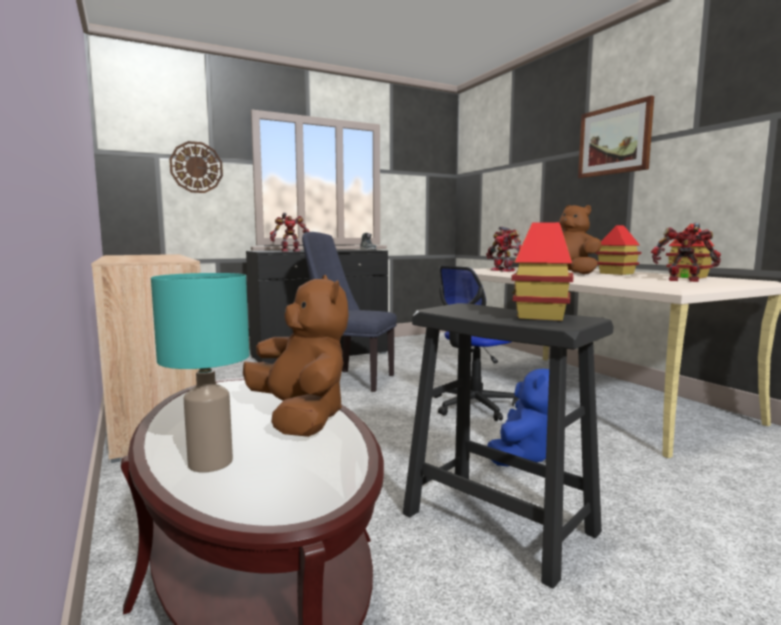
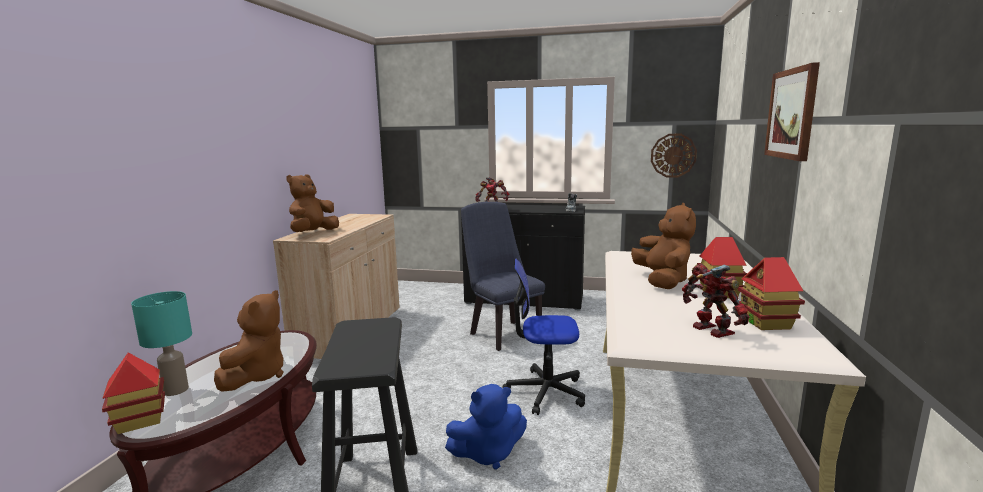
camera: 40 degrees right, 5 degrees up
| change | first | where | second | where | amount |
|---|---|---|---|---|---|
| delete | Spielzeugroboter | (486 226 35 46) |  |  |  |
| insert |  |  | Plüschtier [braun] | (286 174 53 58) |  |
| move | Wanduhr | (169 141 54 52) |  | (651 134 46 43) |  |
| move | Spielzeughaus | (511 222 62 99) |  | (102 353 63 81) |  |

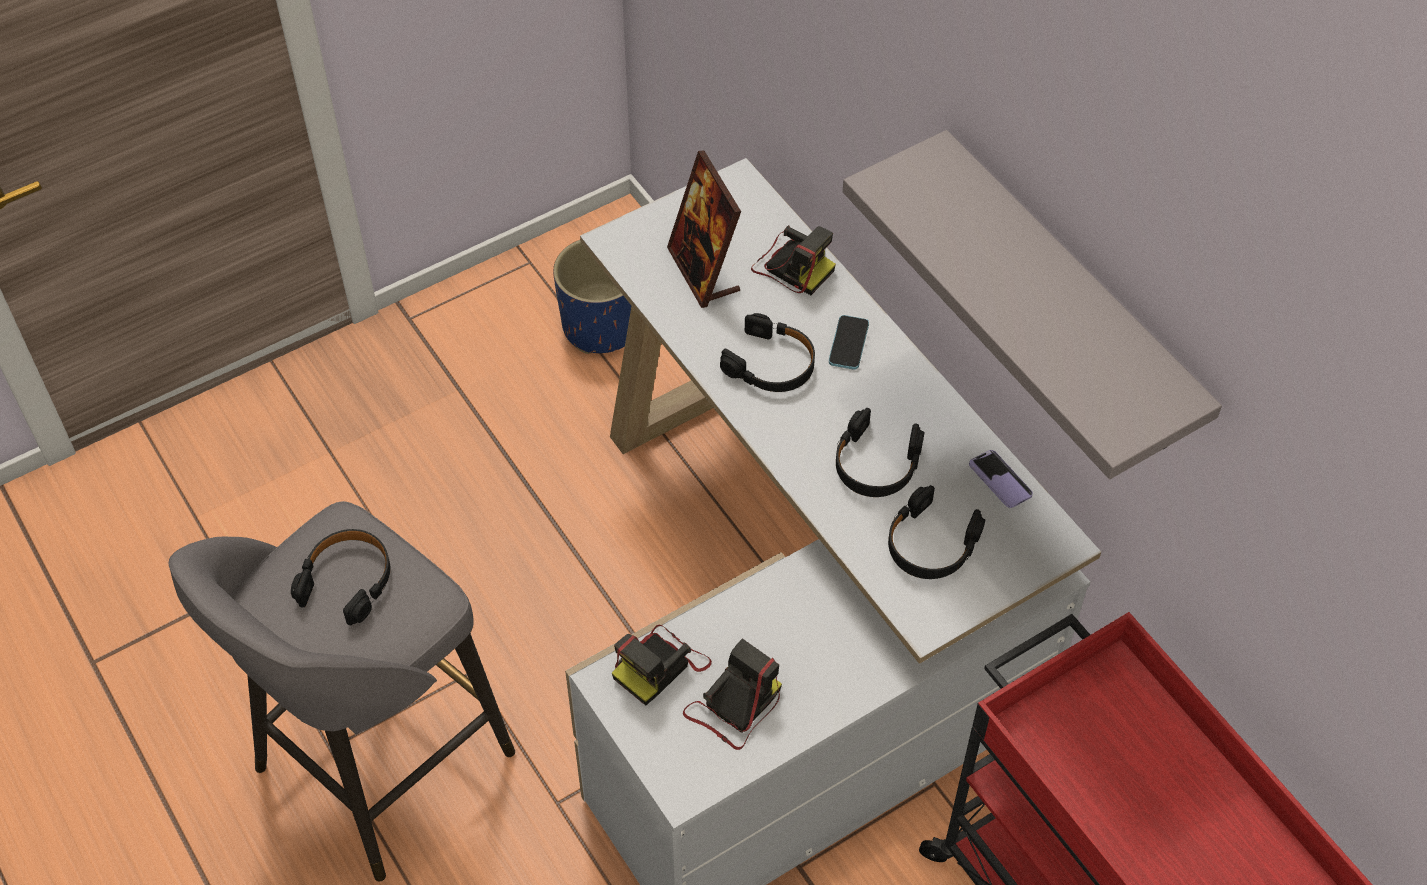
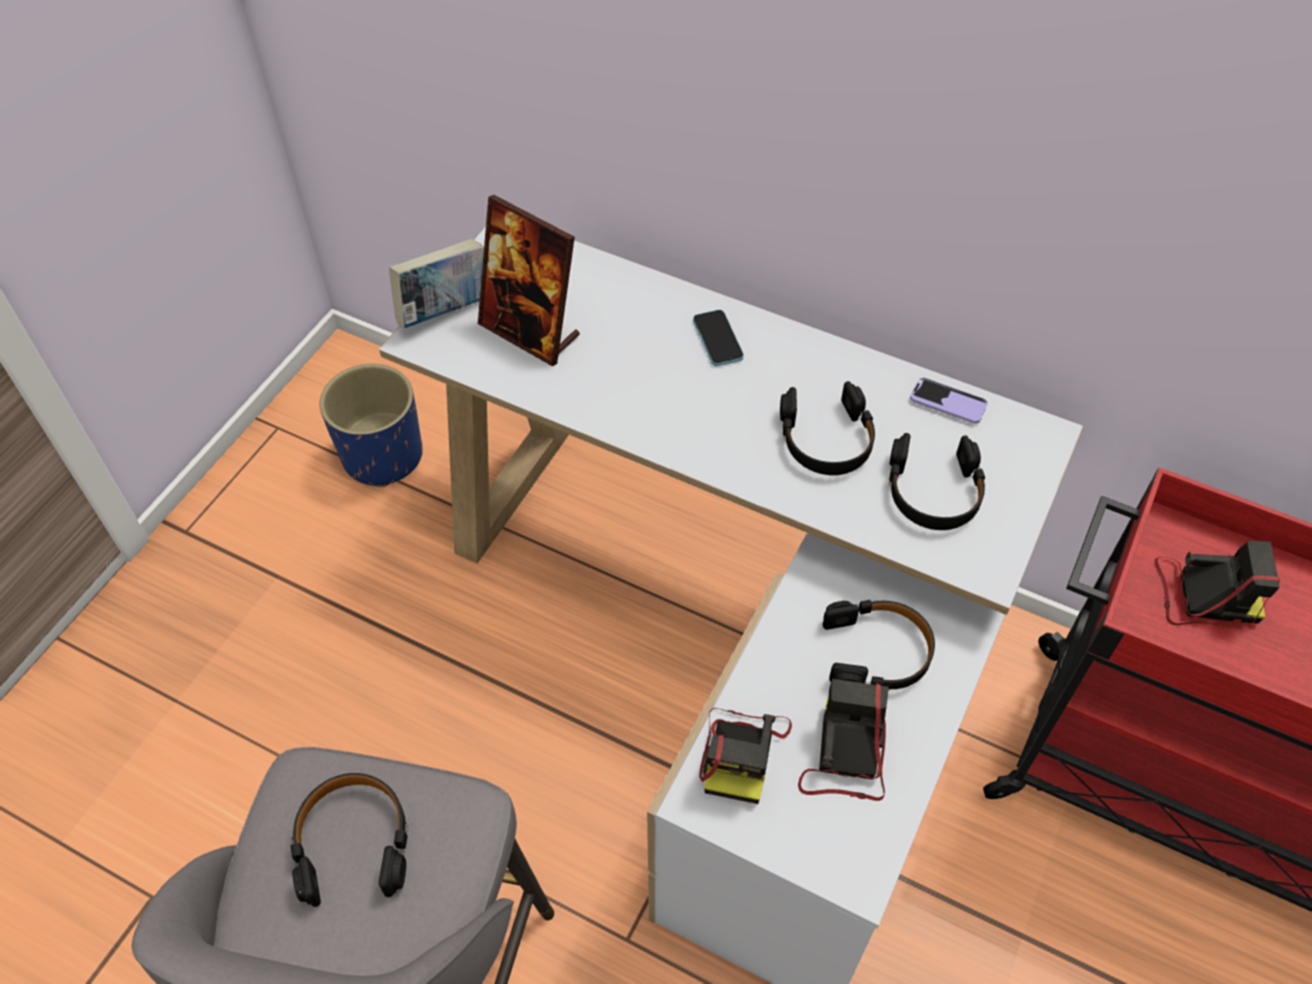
camera: 30 degrees left, 0 degrees up
| change | first | where | second | where | amount |
|---|---|---|---|---|---|
| delete | Wandregal [grau] | (843 130 379 349) |  |  |  |
| insert |  |  | Buch | (389 239 95 89) |  |
| move | Kopfhörer [schwarz] | (720 313 95 79) |  | (823 600 112 91) |  |
| move | Kamera | (751 225 85 70) |  | (1155 541 125 87) |  |

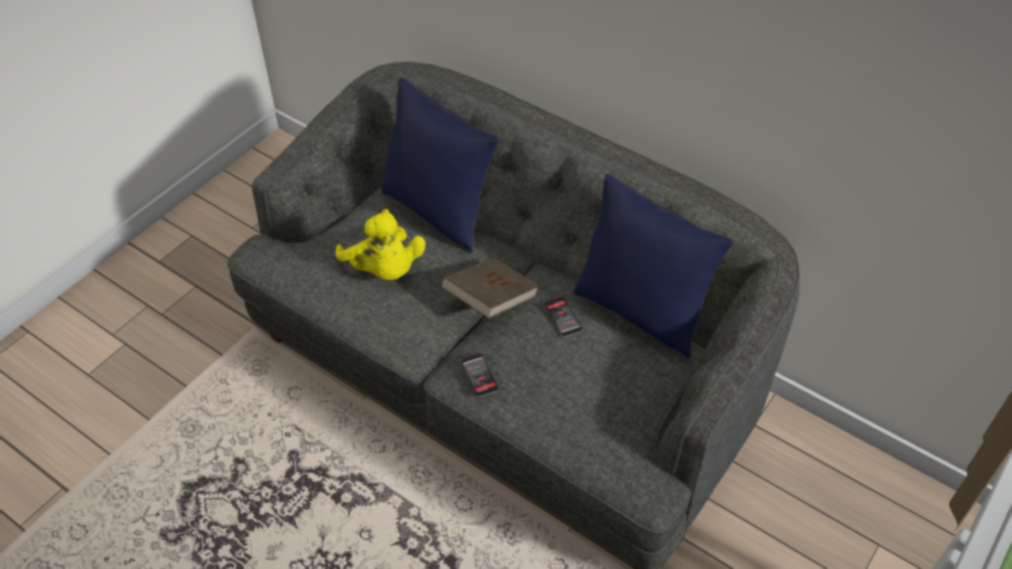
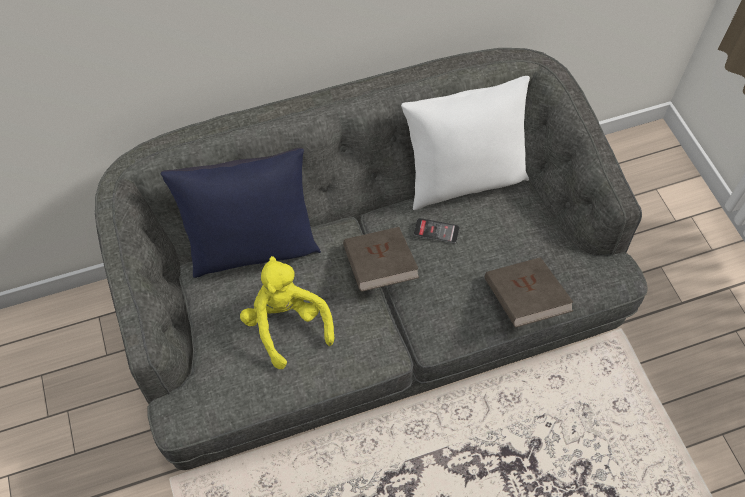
camera: 55 degrees left, 10 degrees up
| change | first | where | second | where | amount |
|---|---|---|---|---|---|
| delete | Handy | (460 353 39 44) |  |  |  |
| insert |  |  | Buch [braun] | (485 257 88 70) |  |
| recolor | Kissen [blau] | (573 174 161 185) | Kissen [weiß] | (401 76 129 134) |  |
| rotate | Plüschtier [gelb] | (335 209 91 71) |  | (240 256 94 113) | 120 degrees counterclockwise |

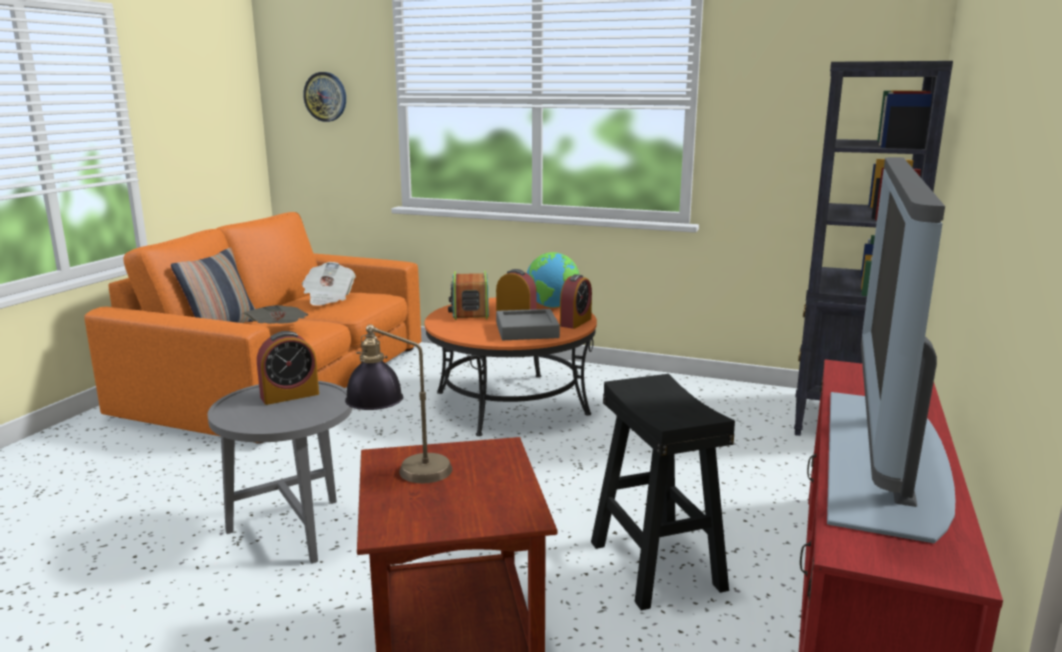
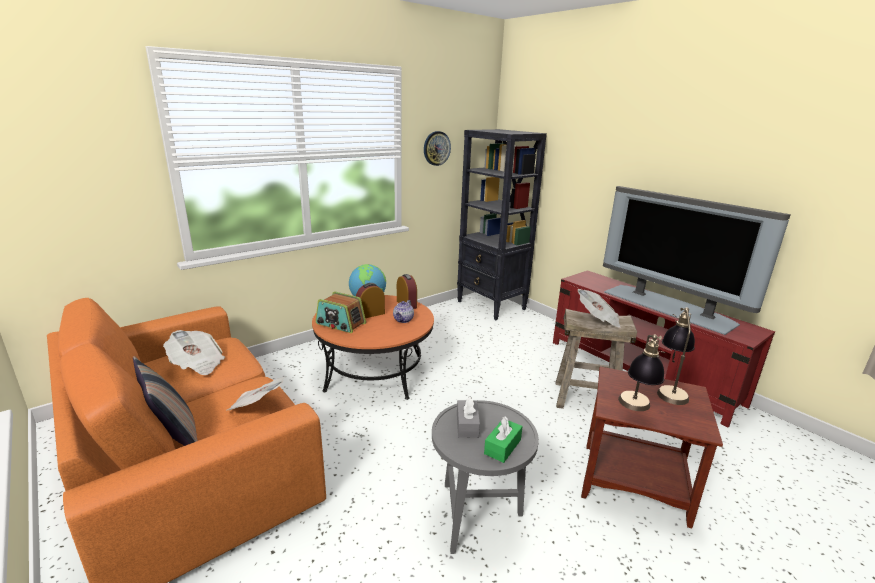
camera: 60 degrees left, 5 degrees up
| change | first | where | second | where | amount |
|---|---|---|---|---|---|
| insert |  |  | Taschentuchbox [grün] | (484 416 39 47) |  |
| insert |  |  | Zeitung | (577 289 43 39) |  |
| insert |  |  | Tischlampe | (657 307 38 98) |  |
| move | Wanduhr | (303 72 43 50) |  | (424 131 27 35) |  |
| replace | Wecker | (257 331 62 74) | Taschentuchbox [grau] | (457 396 23 42) |  |
| replace | Tablett [grau] | (496 309 64 31) | Teekanne | (393 300 21 23) |  |
| recolor | Hocker [schwarz] | (591 374 144 236) | Hocker [beige] | (556 309 81 100) |  |

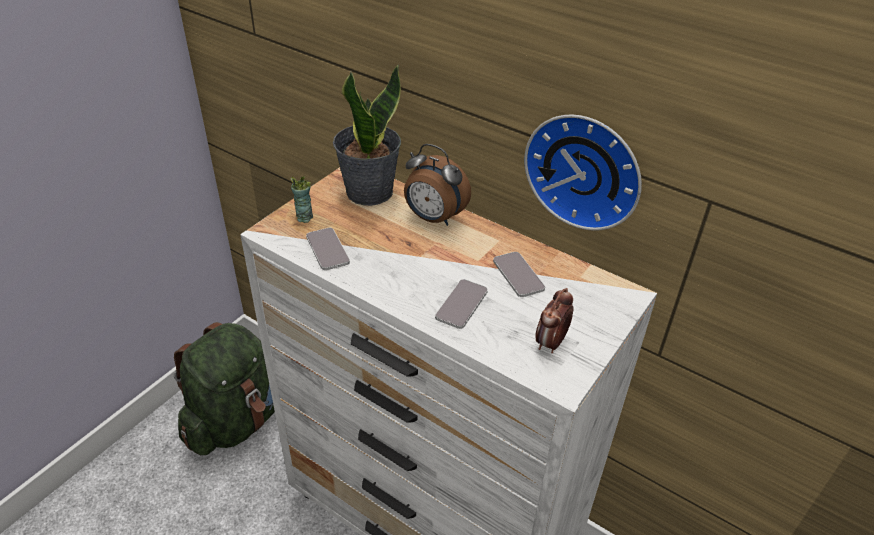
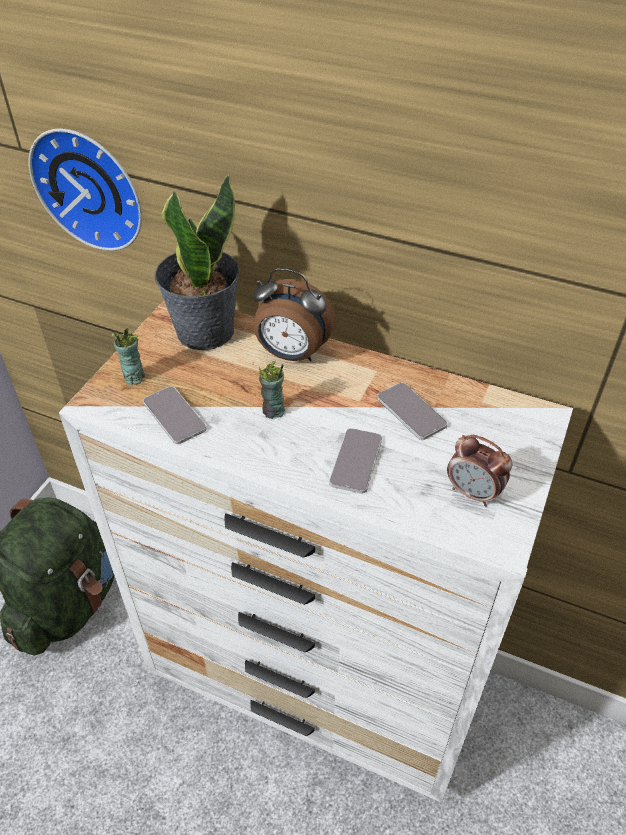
camera: 10 degrees left, 5 degrees up
| change | first | where | second | where | amount |
|---|---|---|---|---|---|
| insert |  |  | Tasse | (259 361 26 58) |  |
| move | Wanduhr | (524 114 118 117) |  | (29 128 113 123) |  |
| rotate | Wecker | (536 288 37 65) |  | (447 435 65 71) | 75 degrees counterclockwise |

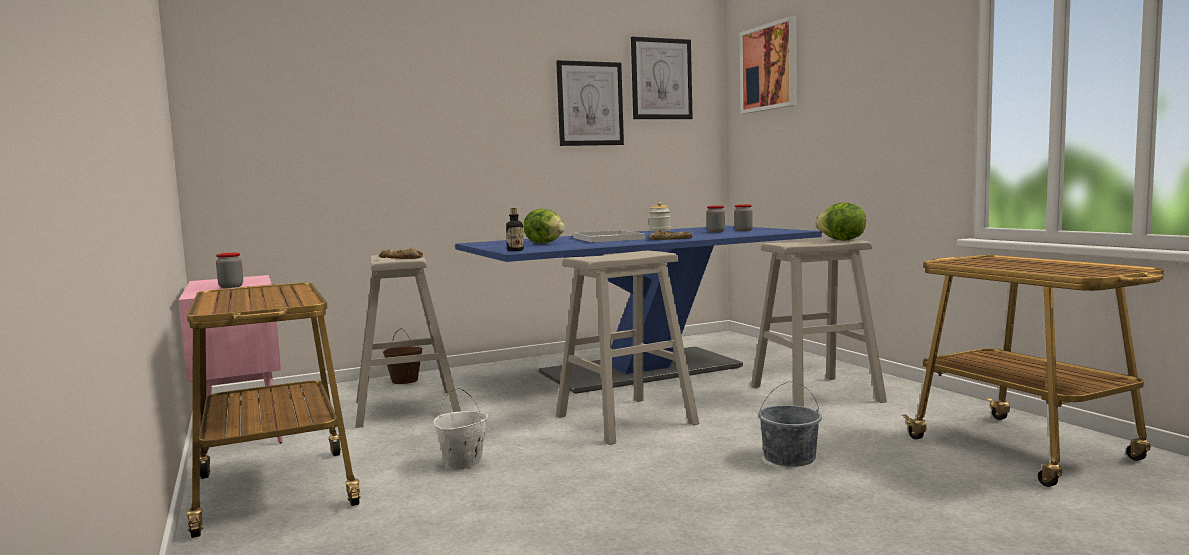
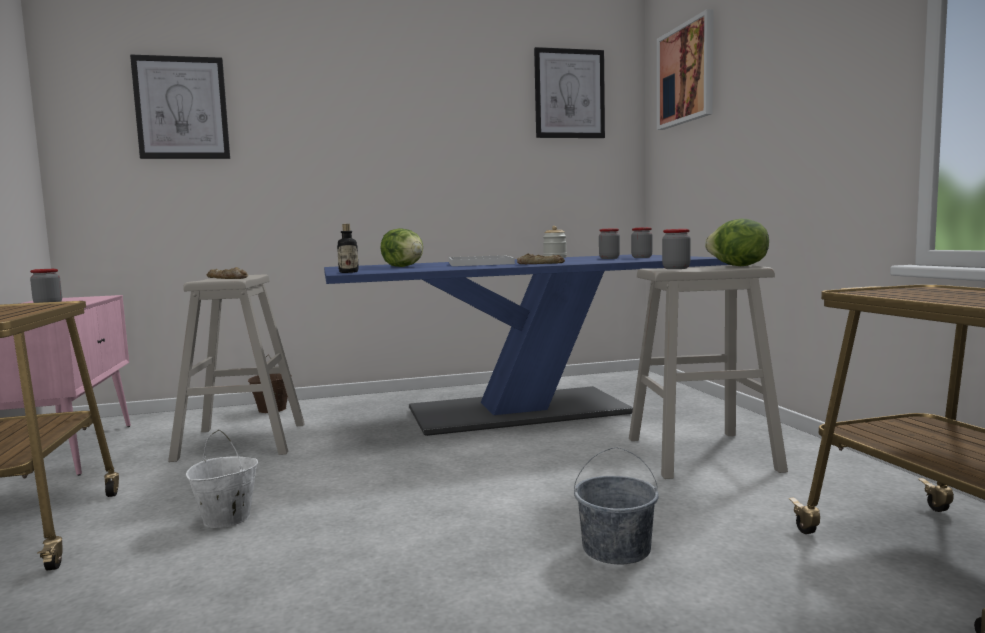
camera: 10 degrees right, 0 degrees up
| change | first | where | second | where | amount |
|---|---|---|---|---|---|
| delete | Hocker [beige] | (556 251 143 194) |  |  |  |
| insert |  |  | Vorratsglas | (662 229 29 40) |  |
| move | Bild | (556 60 68 86) |  | (130 55 100 104) |  |

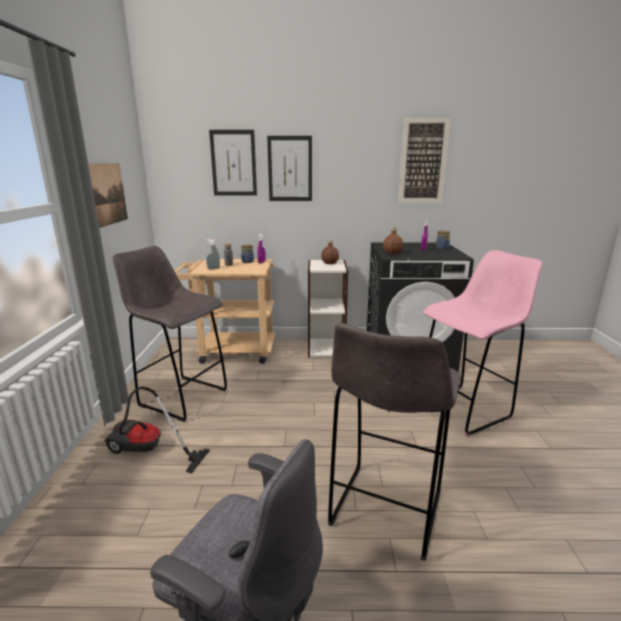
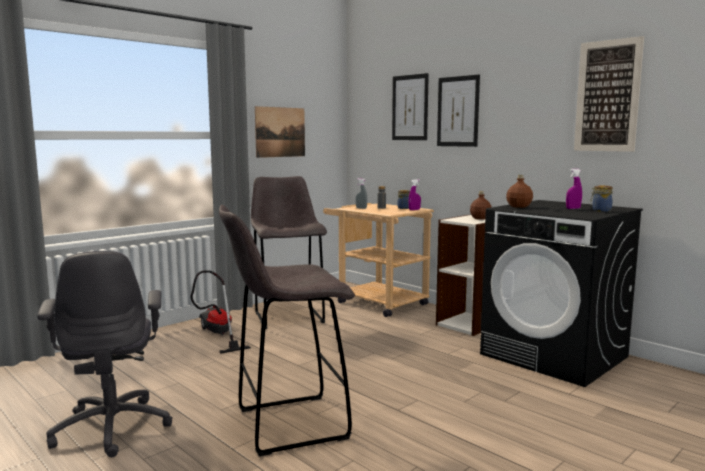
camera: 45 degrees right, 10 degrees down
| change | first | where | second | where | amount |
|---|---|---|---|---|---|
| delete | Hocker [rosa] | (423 250 119 187) |  |  |  |

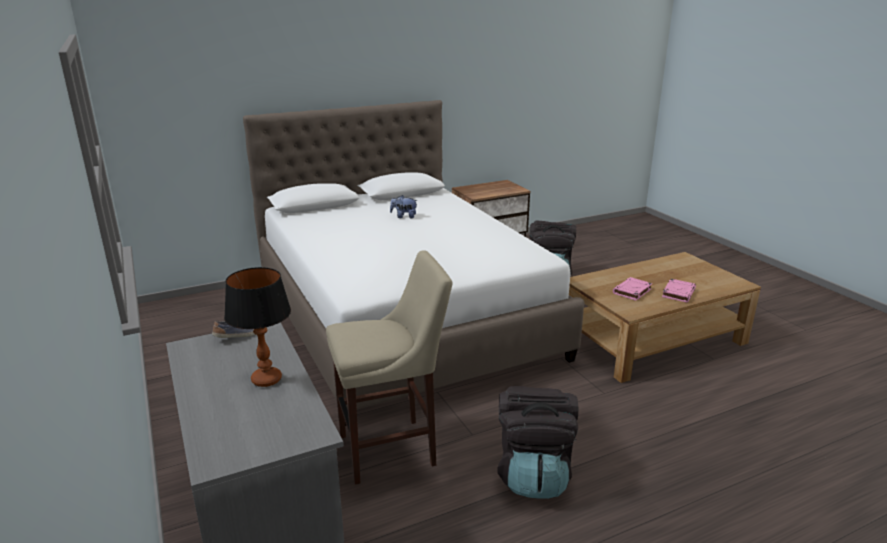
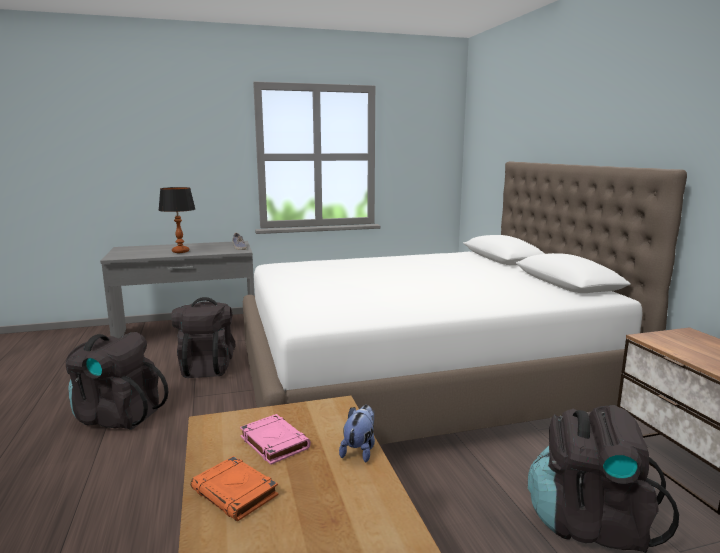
camera: 100 degrees right, 10 degrees down
| change | first | where | second | where | amount |
|---|---|---|---|---|---|
| move | Plüschtier | (390 195 28 23) |  | (339 405 36 58) |  |
| replace | Hocker [beige] | (326 250 126 235) | Rucksack [schwarz] | (171 297 64 81) |  |
| recolor | Buch [rosa] | (662 279 34 23) | Buch [orange] | (191 456 87 65) |  |

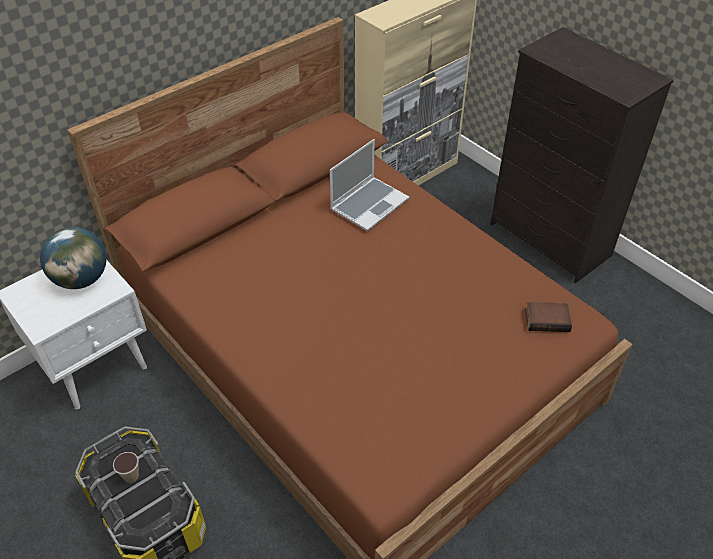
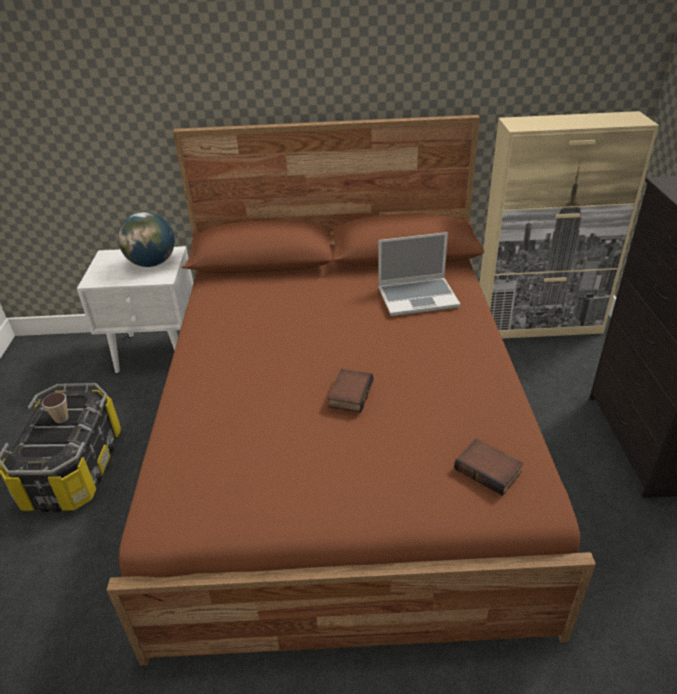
camera: 40 degrees right, 10 degrees down
| change | first | where | second | where | amount |
|---|---|---|---|---|---|
| insert |  |  | Buch | (328 369 45 44) |  |

